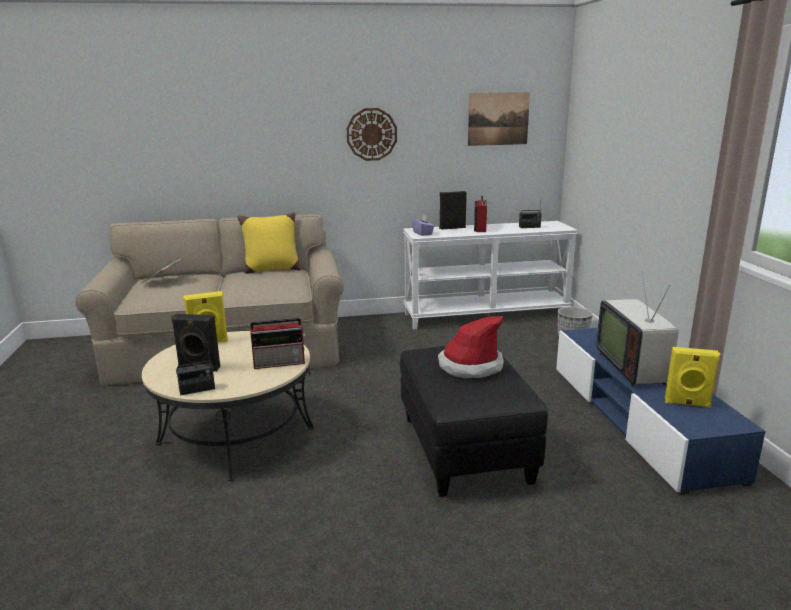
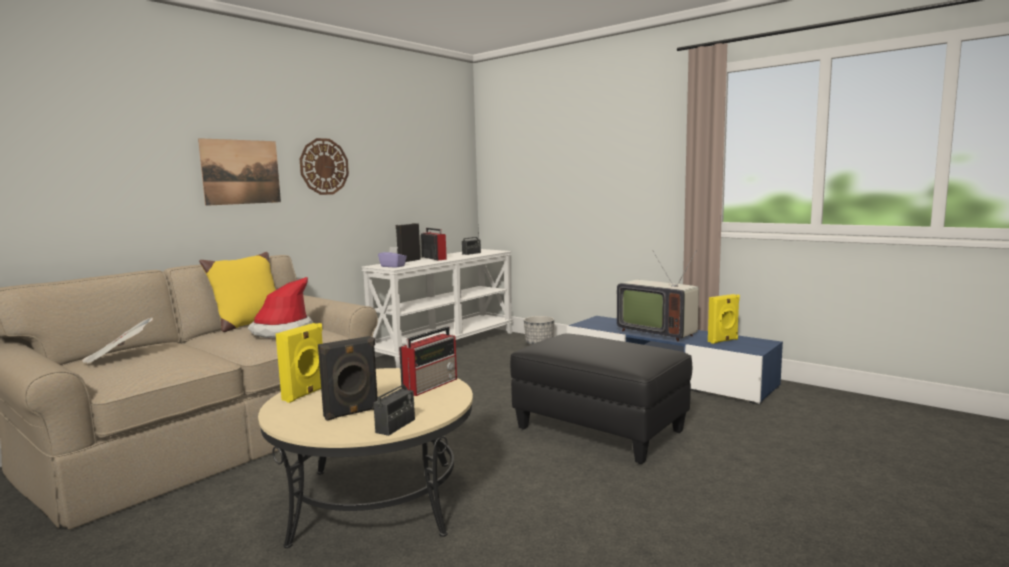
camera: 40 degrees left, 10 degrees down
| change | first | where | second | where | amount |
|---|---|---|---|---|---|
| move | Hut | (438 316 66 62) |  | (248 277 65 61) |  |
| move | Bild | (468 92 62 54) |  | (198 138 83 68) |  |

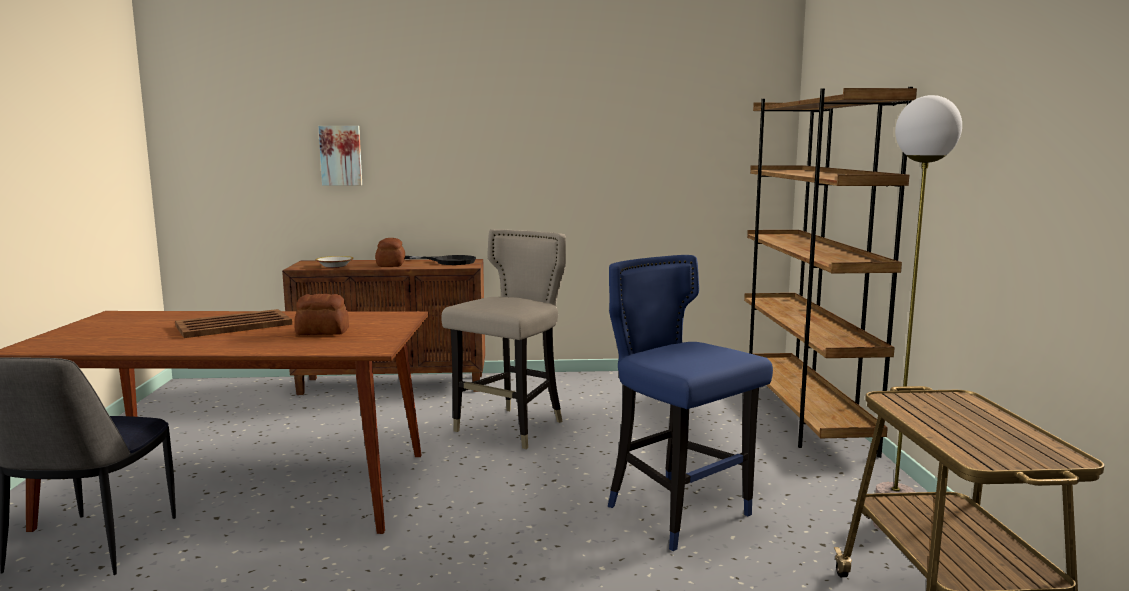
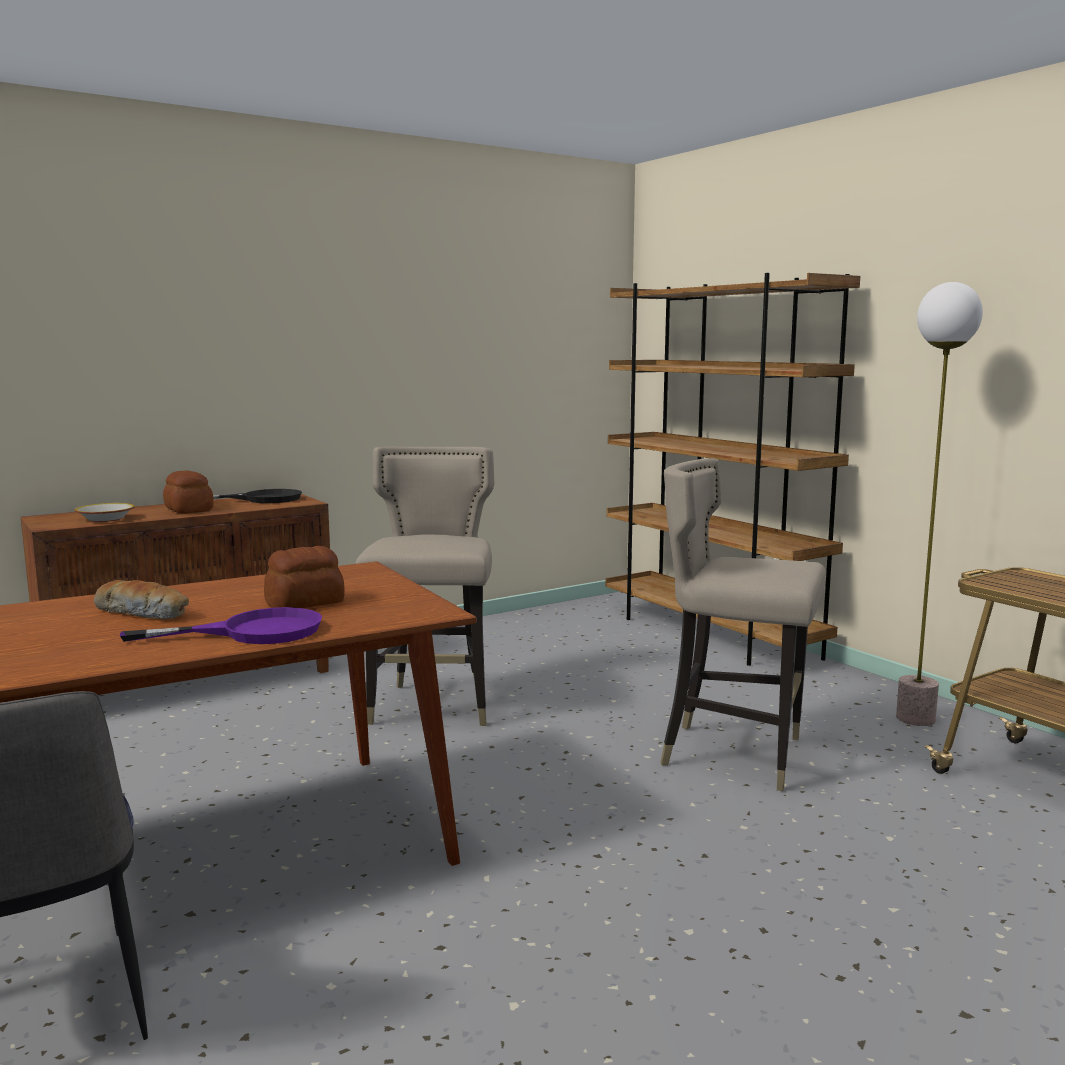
camera: 30 degrees left, 0 degrees up
| change | first | where | second | where | amount |
|---|---|---|---|---|---|
| delete | Bild | (319 126 43 60) |  |  |  |
| insert |  |  | Pfanne [lila] | (120 607 202 37) |  |
| replace | Tablett [braun] | (175 309 117 29) | Brot | (94 580 95 39) |  |
| recolor | Hocker [blau] | (608 255 165 296) | Hocker [beige] | (660 458 166 333) |  |

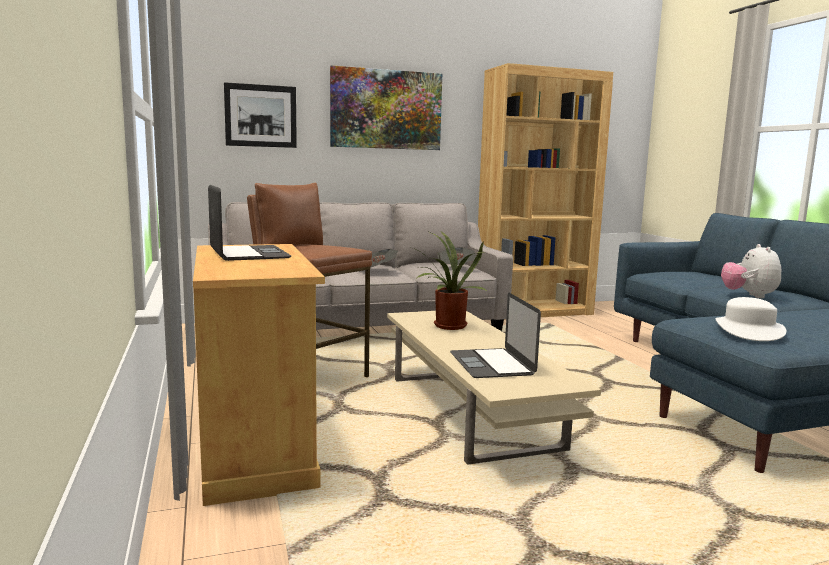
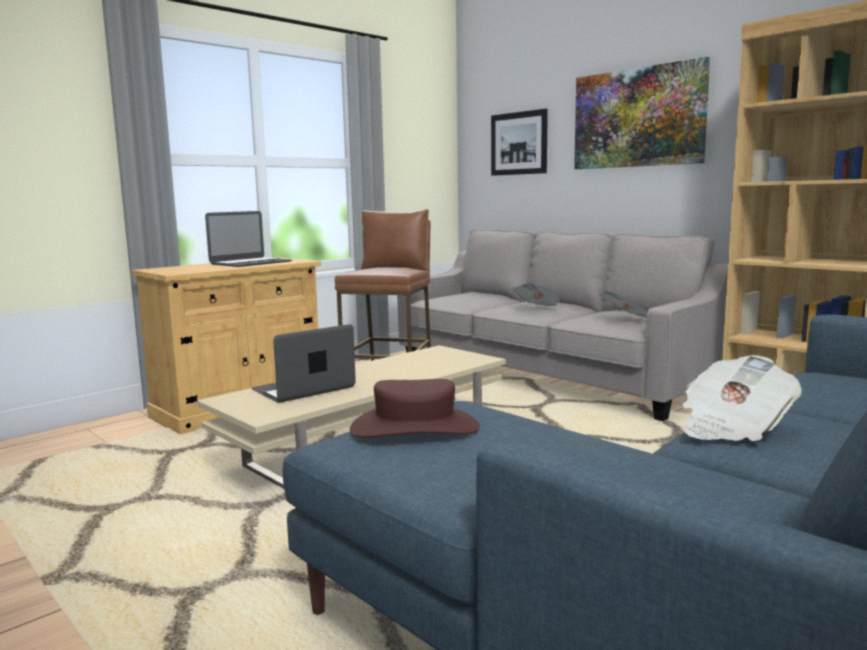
camera: 65 degrees right, 0 degrees up
| change | first | where | second | where | amount |
|---|---|---|---|---|---|
| delete | Topfpflanze | (413 231 75 99) |  |  |  |
| replace | Plüschtier | (721 244 60 54) | Zeitung | (682 355 120 86) |  |
| recolor | Hut [weiß] | (716 297 70 44) | Hut [braun] | (350 379 130 59) |  |

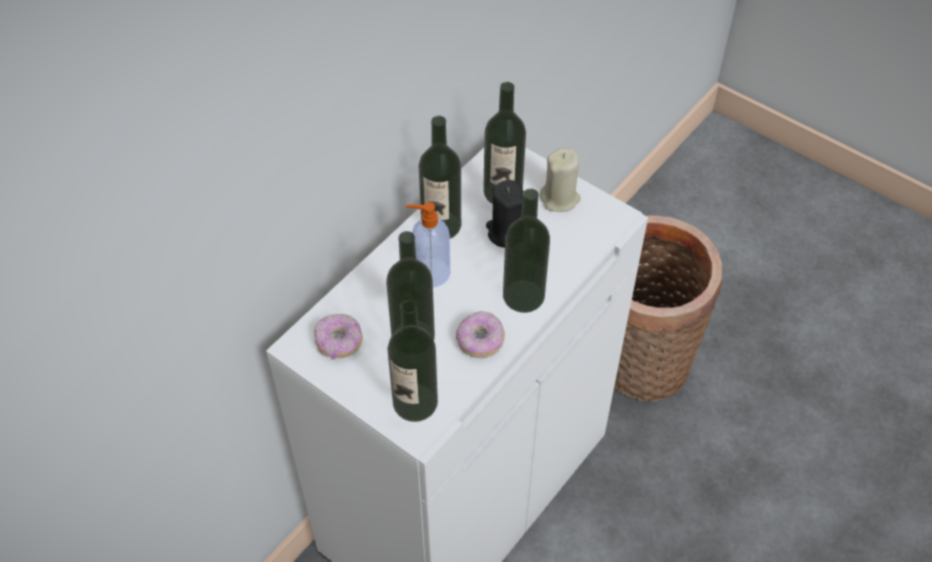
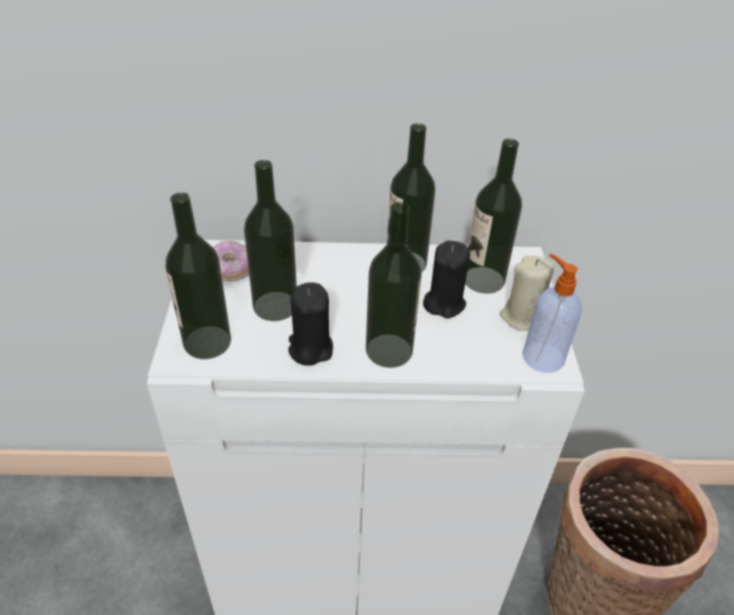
camera: 50 degrees right, 10 degrees down
| change | first | where | second | where | amount |
|---|---|---|---|---|---|
| move | Seifenspender | (406 202 44 85) |  | (522 253 60 120) |  |
| replace | Donut | (456 311 49 47) | Kerze [schwarz] | (288 282 45 84) |  |

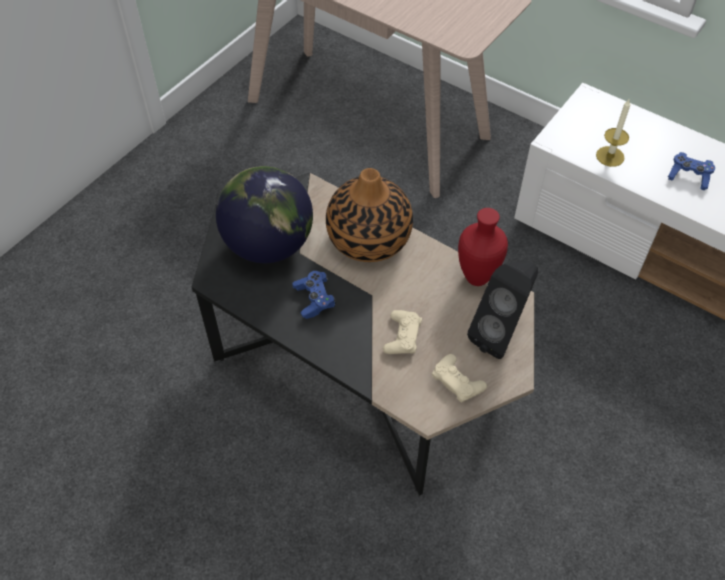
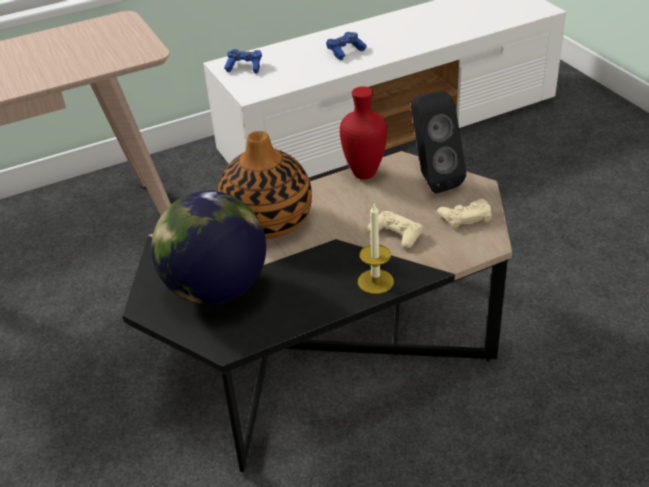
camera: 60 degrees left, 15 degrees down
| change | first | where | second | where | amount |
|---|---|---|---|---|---|
| move | Gamepad [blau] | (292 271 44 48) |  | (224 49 38 24) |  |
| move | Kerze | (596 99 35 68) |  | (358 204 36 90) |  |

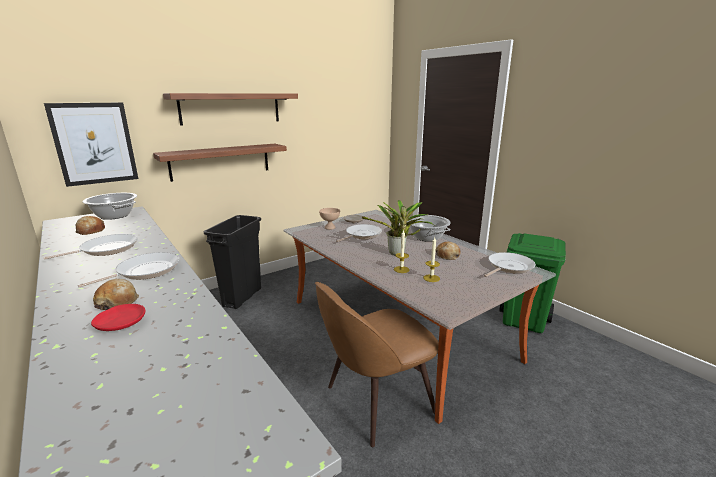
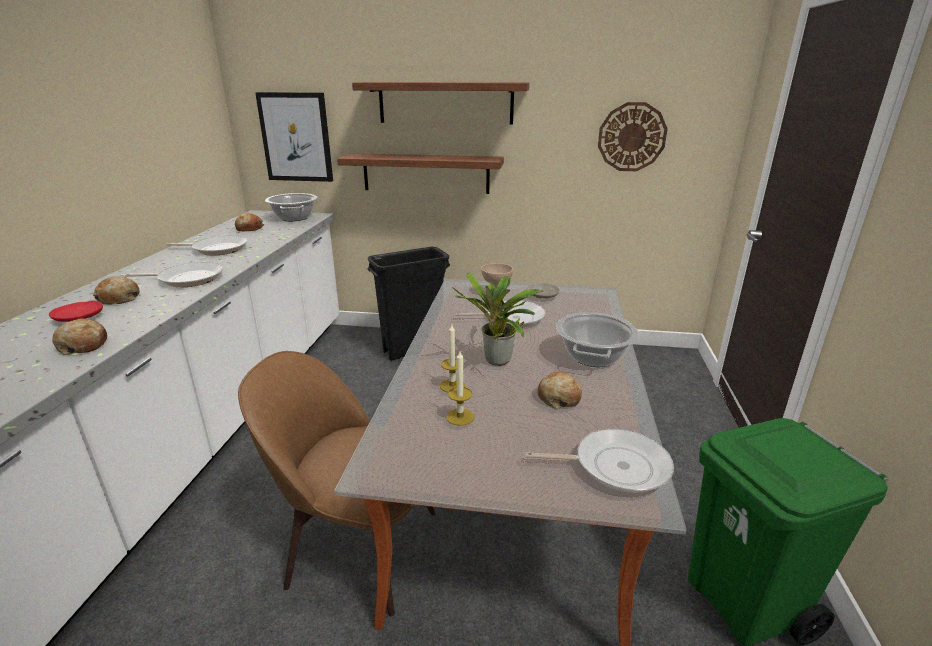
camera: 45 degrees right, 5 degrees up
| change | first | where | second | where | amount |
|---|---|---|---|---|---|
| insert |  |  | Brot | (53 318 54 37) |  |
| insert |  |  | Wanduhr | (598 102 70 69) |  |

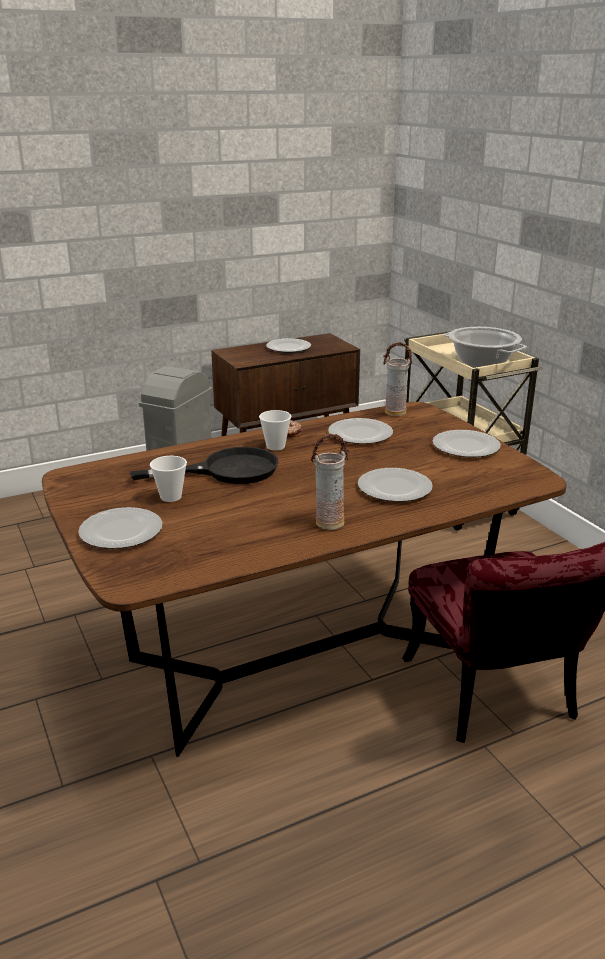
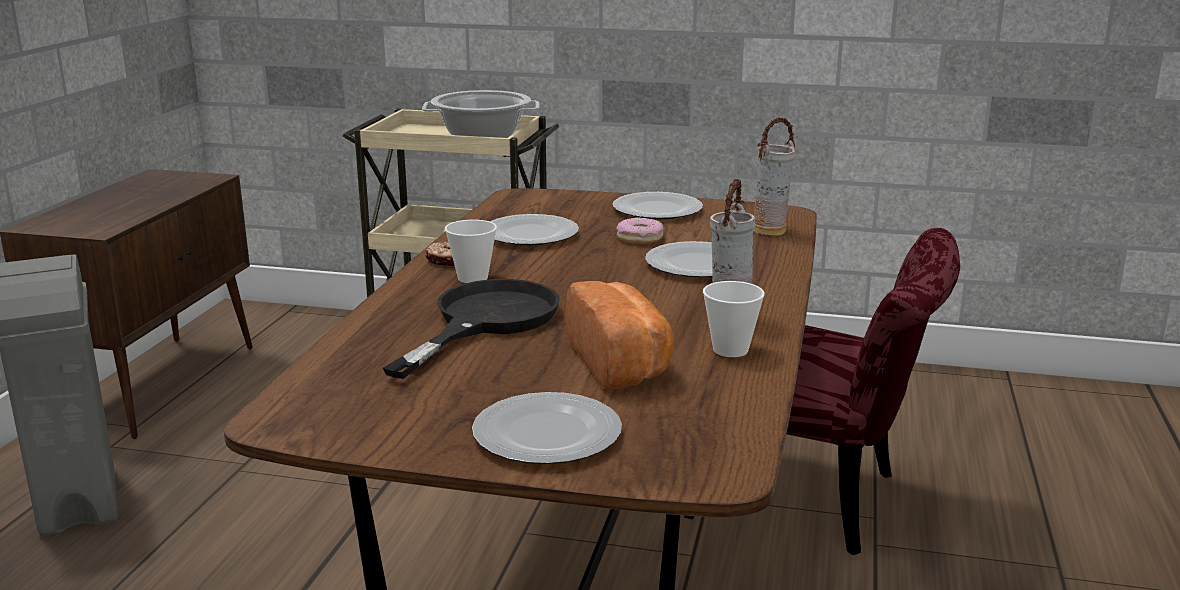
camera: 50 degrees left, 5 degrees down
| change | first | where | second | where | amount |
|---|---|---|---|---|---|
| delete | Teller | (266 338 45 15) |  |  |  |
| insert |  |  | Brot | (566 281 108 109) |  |
| insert |  |  | Donut | (616 218 47 26) |  |
| move | Tasse | (150 456 37 46) |  | (703 281 61 76) |  |
| move | Vase | (383 342 29 74) |  | (753 117 42 119) |  |

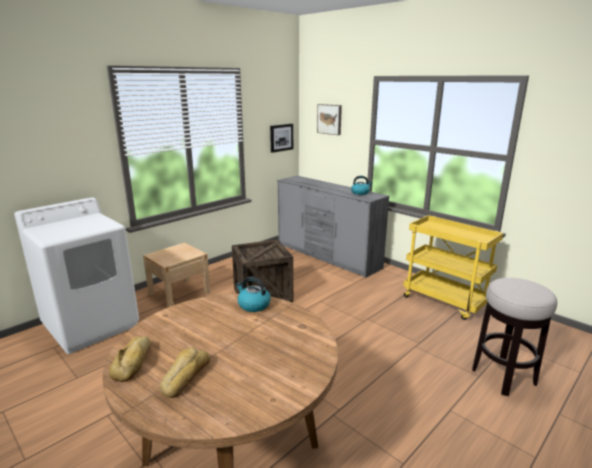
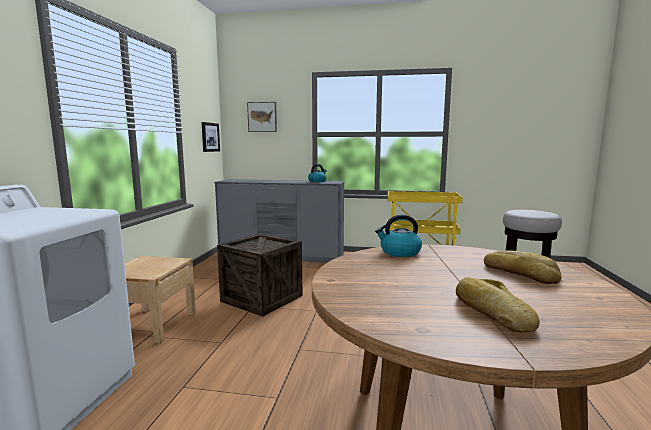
camera: 35 degrees left, 10 degrees down
| change | first | where | second | where | amount |
|---|---|---|---|---|---|
| move | Brot | (109 336 42 46) |  | (484 250 78 34) |  |

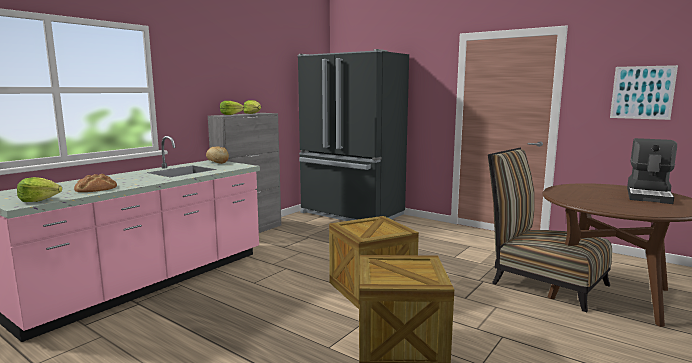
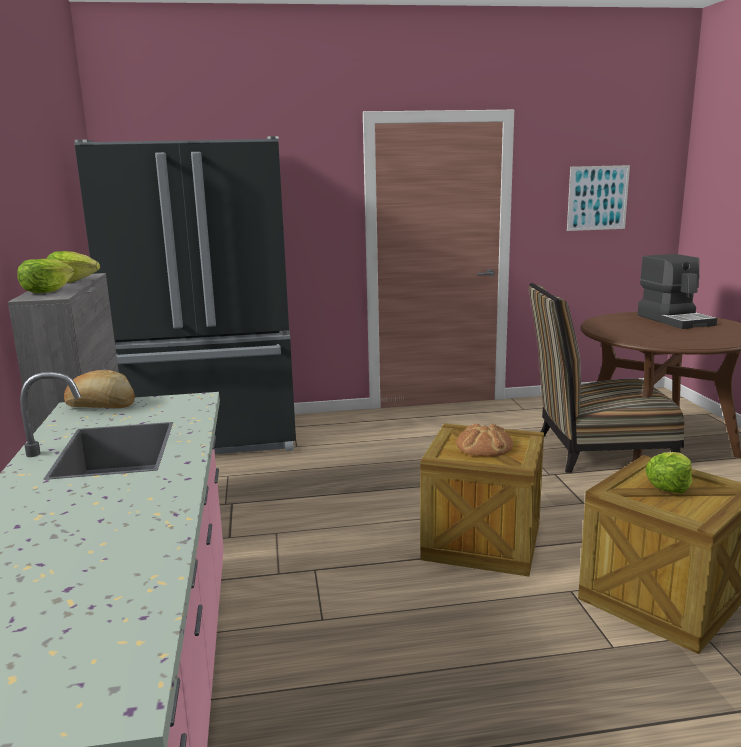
camera: 45 degrees left, 5 degrees up
| change | first | where | second | where | amount |
|---|---|---|---|---|---|
| move | Salatkopf | (17 177 45 25) |  | (645 452 47 42) |  |
| move | Brot | (74 174 43 18) |  | (456 423 57 33) |  |

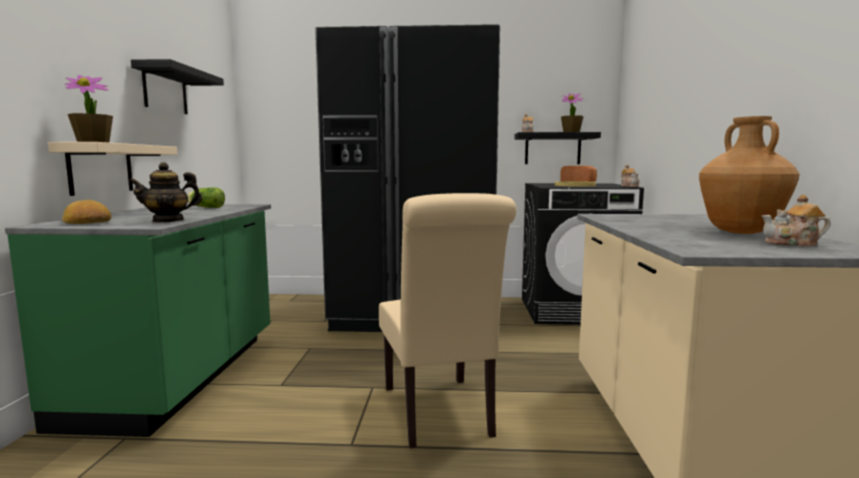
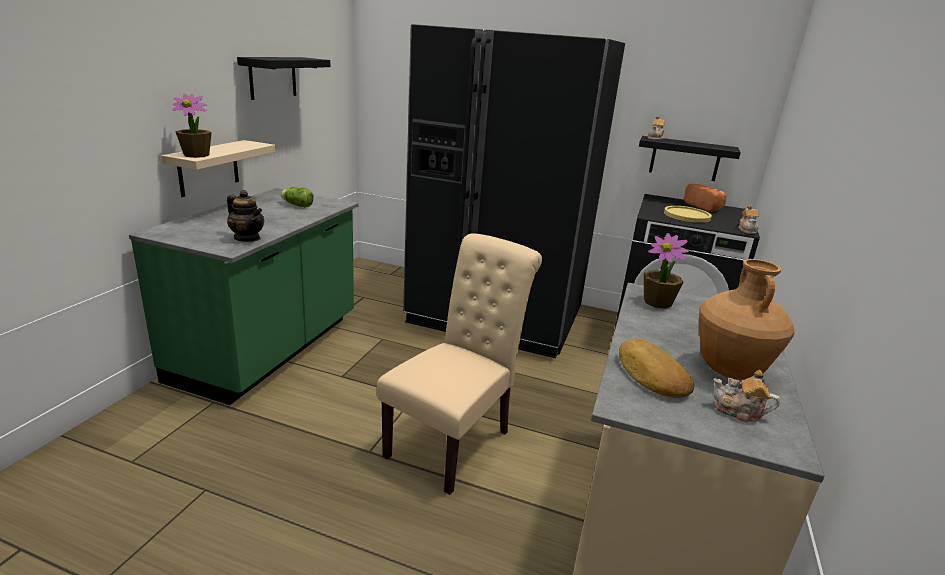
camera: 15 degrees right, 15 degrees up
| change | first | where | second | where | amount |
|---|---|---|---|---|---|
| move | Brot | (62 200 49 24) |  | (619 339 75 59) |  |
| move | Topfpflanze | (561 93 23 39) |  | (644 233 45 76) |  |
| rotate | Teekanne | (128 162 74 60) |  | (227 190 37 52) | 135 degrees counterclockwise |
| rotate | Stuhl [beige] | (379 193 137 255) |  | (377 233 165 262) | 150 degrees counterclockwise |

